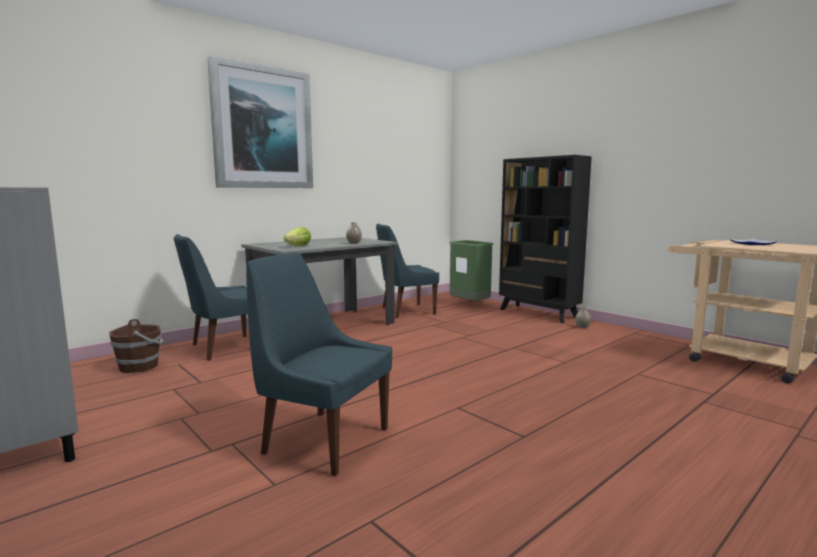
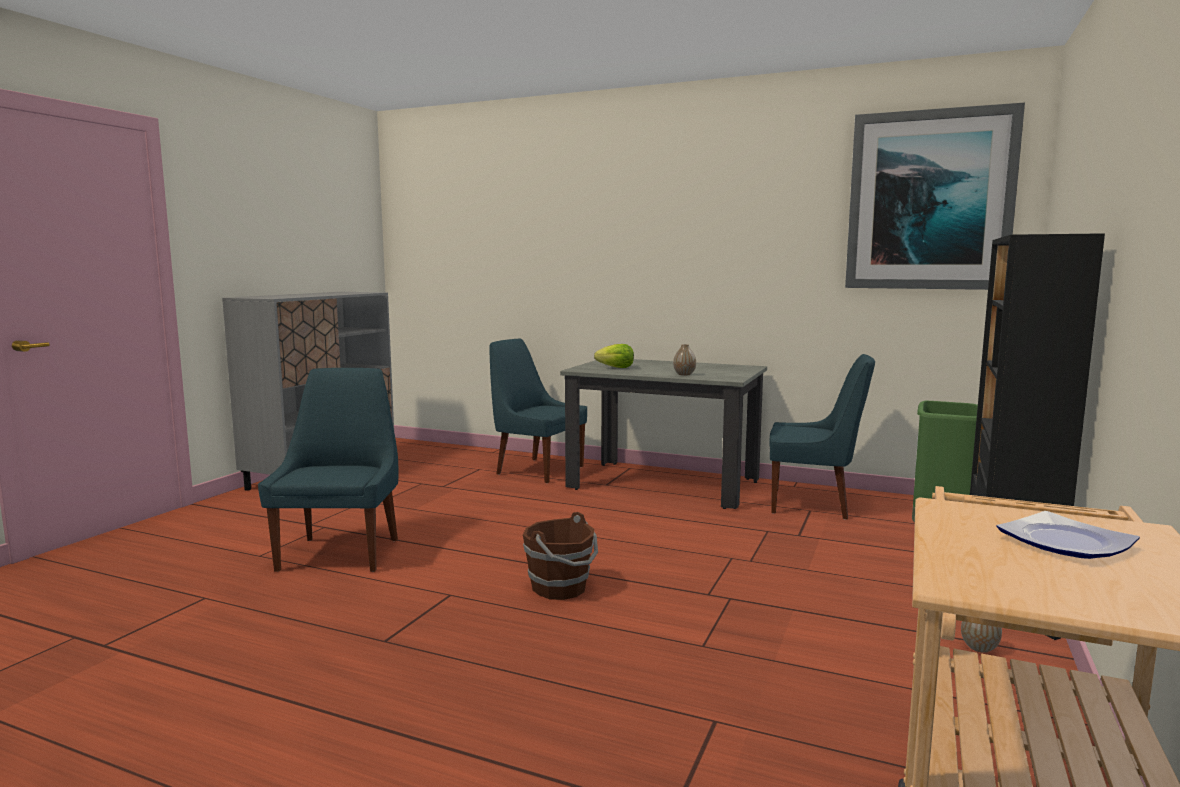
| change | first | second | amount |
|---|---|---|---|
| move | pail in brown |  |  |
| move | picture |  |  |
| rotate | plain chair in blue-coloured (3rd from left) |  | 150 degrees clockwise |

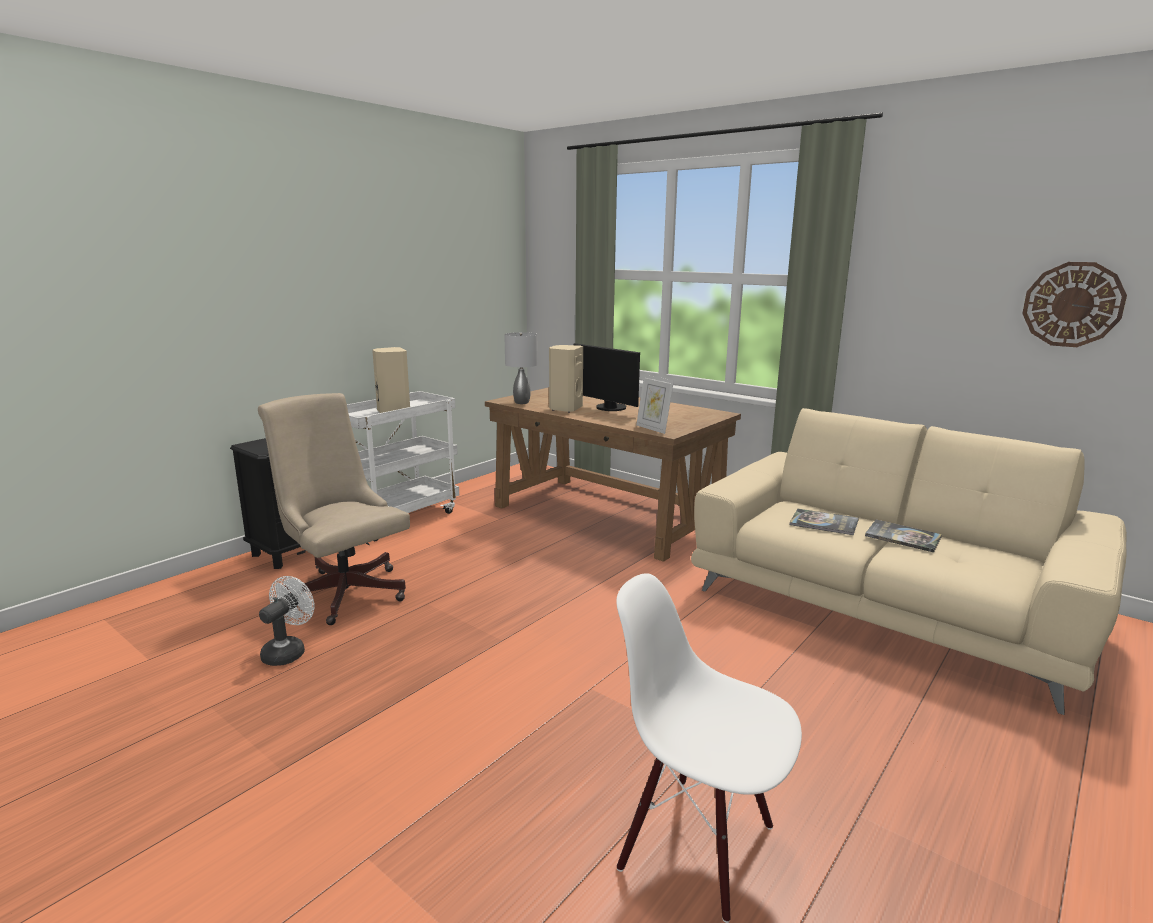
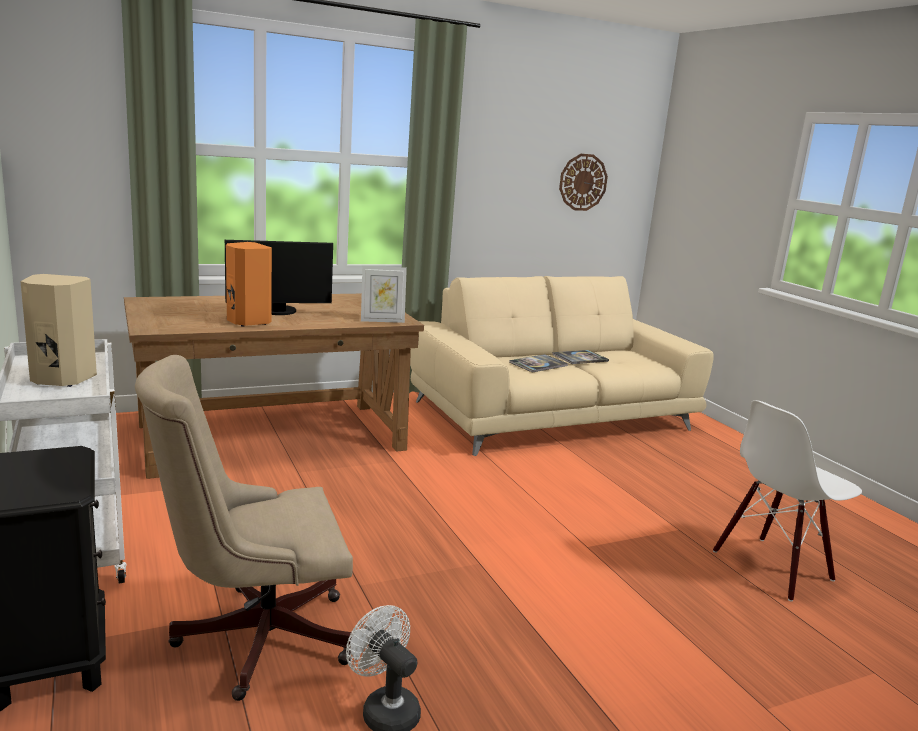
| change | first | second | amount |
|---|---|---|---|
| delete | tabletop lamp in gray |  |  |
| recolor | loudspeaker in beige (2nd from left) | loudspeaker in orange-coloured |  |

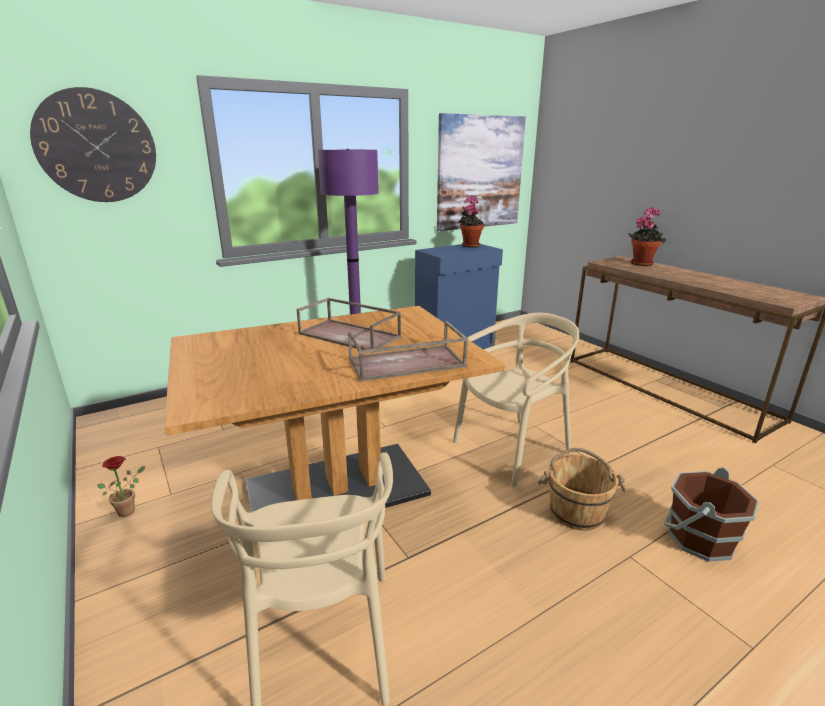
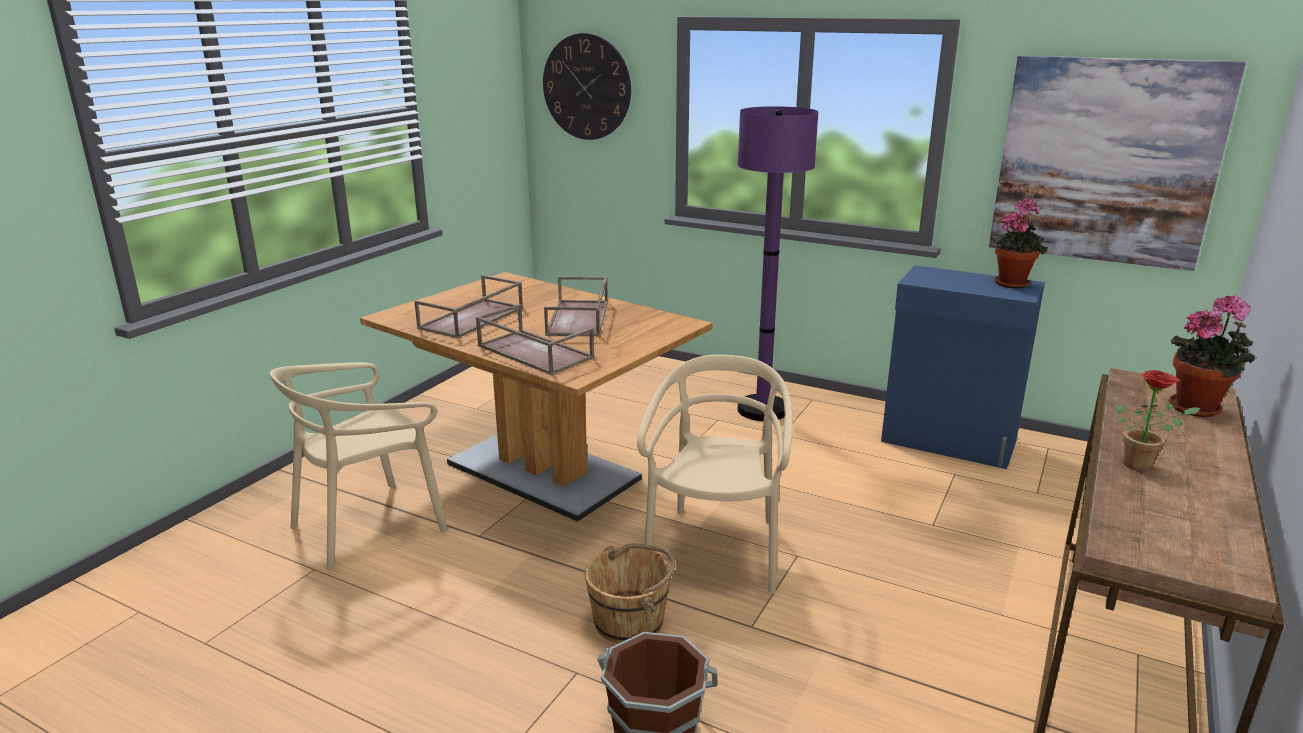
| change | first | second | amount |
|---|---|---|---|
| move | plant in a pot (1st from left in the first image) | plant in a pot (2nd from left) |  |
| rotate | plain chair in beige (2nd from left) |  | 105 degrees counterclockwise |
| insert |  | tray in brown (1st from left) |  |

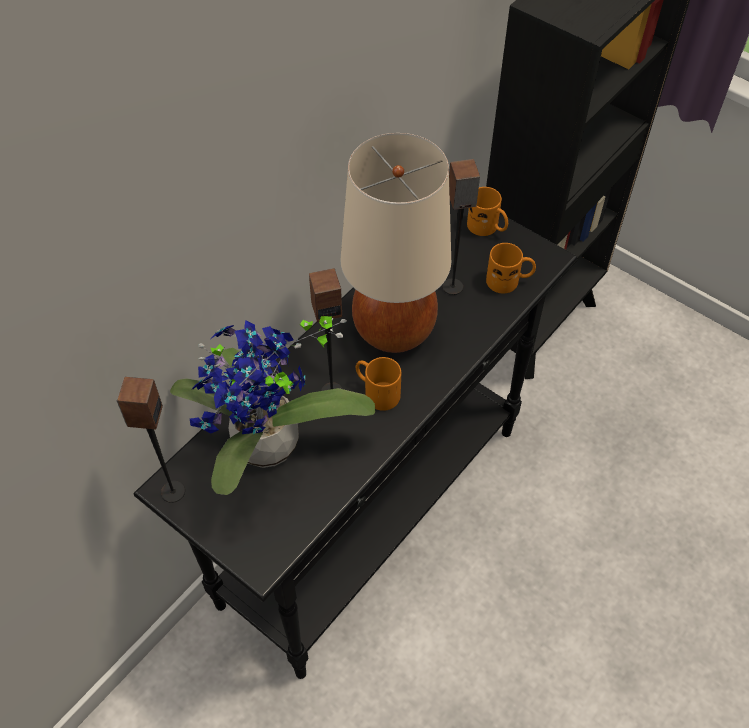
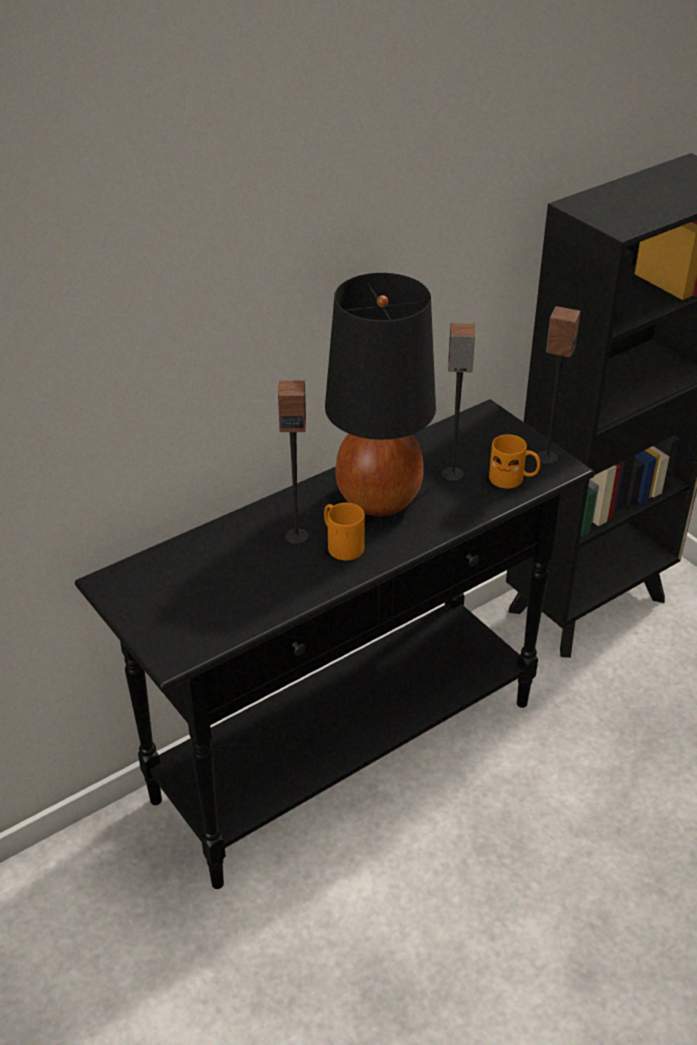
| change | first | second | amount |
|---|---|---|---|
| move | loudspeaker (1st from left in the first image) | loudspeaker (3rd from left) |  |
| delete | plant in a pot |  |  |
| recolor | tabletop lamp in beige | tabletop lamp in black |  |
| delete | tea mug in orange-coloured (2nd from left) |  |  |

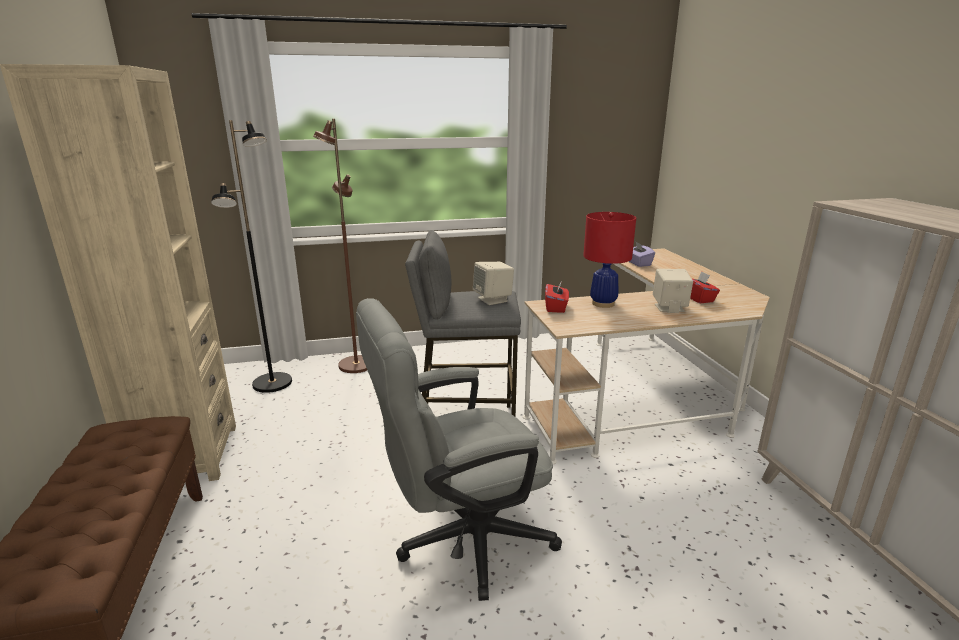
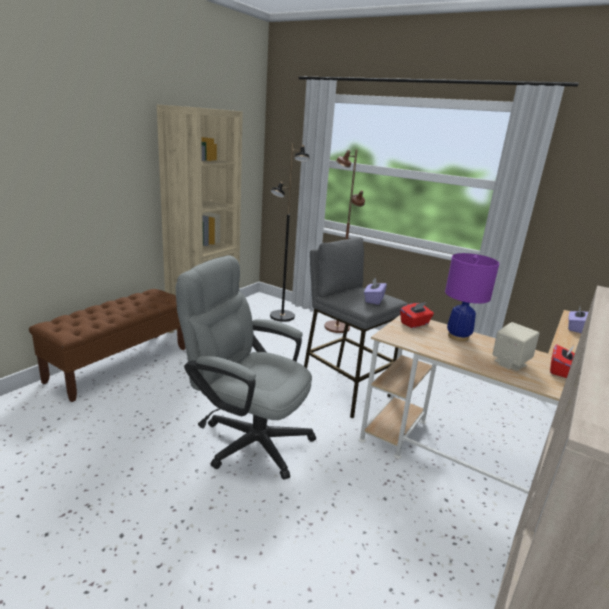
| change | first | second | amount |
|---|---|---|---|
| replace | loudspeaker in beige (1st from left) | tissue box in purple-coloured (1st from left) |  |
| recolor | tabletop lamp in red | tabletop lamp in purple-coloured |  |

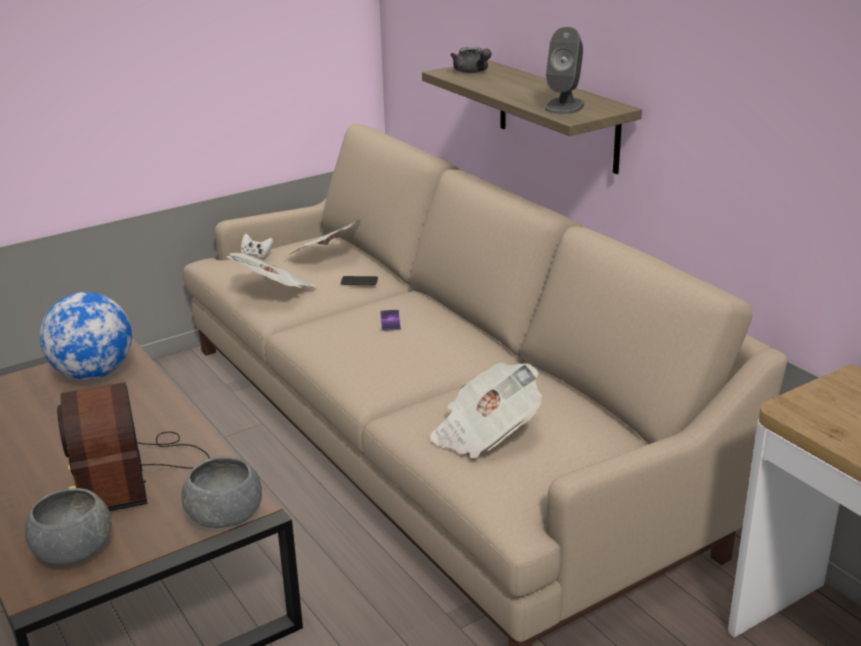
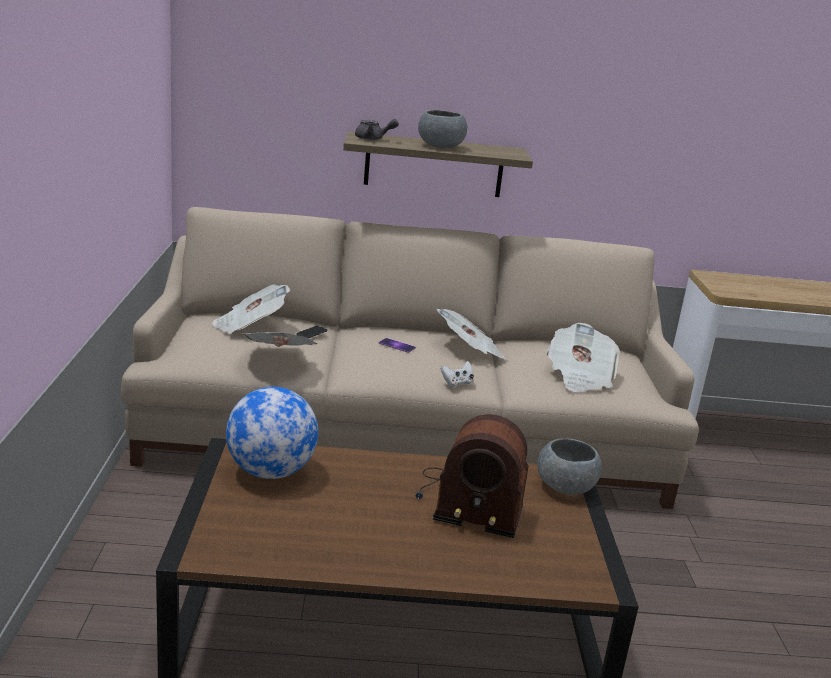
| change | first | second | amount |
|---|---|---|---|
| move | serving bowl in gray (1st from left) |  |  |
| move | game controller in whitish |  |  |
| delete | loudspeaker in gray |  |  |
| insert |  | newspaper (3rd from left) |  |

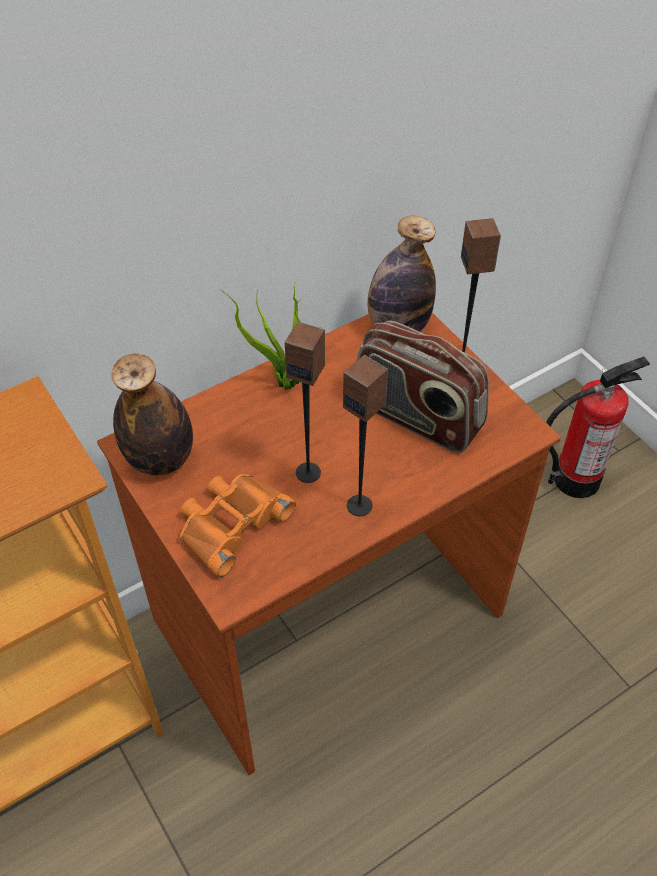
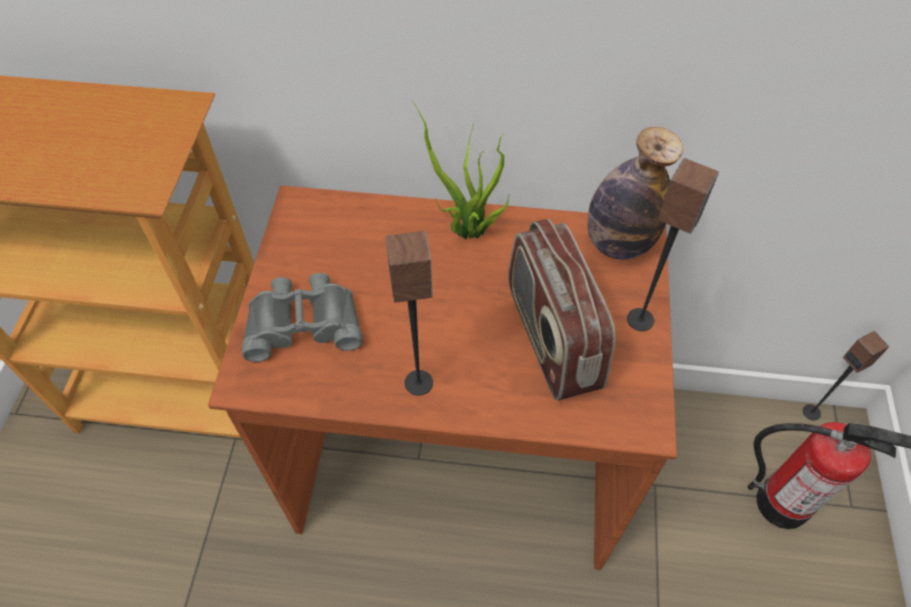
| change | first | second | amount |
|---|---|---|---|
| delete | drink bottle (1st from left) |  |  |
| recolor | field glasses in orange-coloured | field glasses in gray |  |
| move | loudspeaker (1st from left in the first image) | loudspeaker (3rd from left) |  |

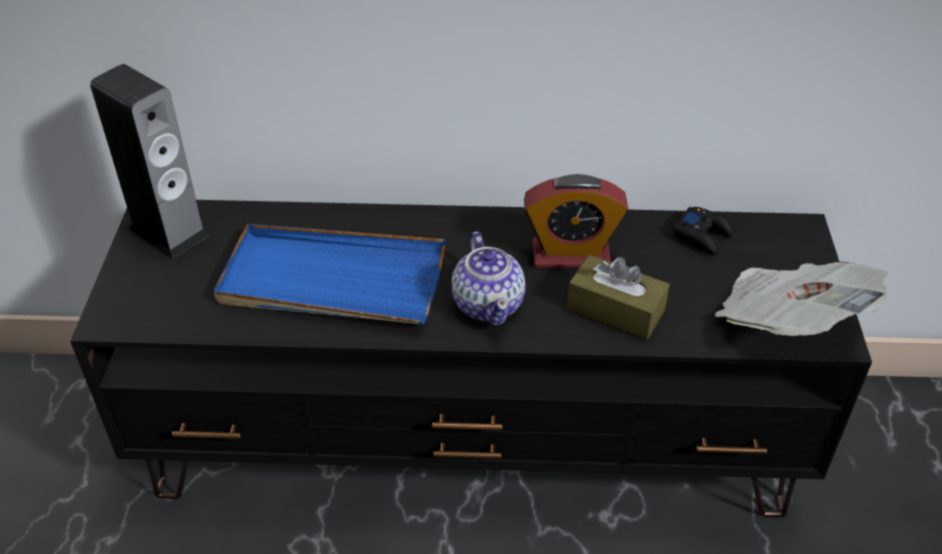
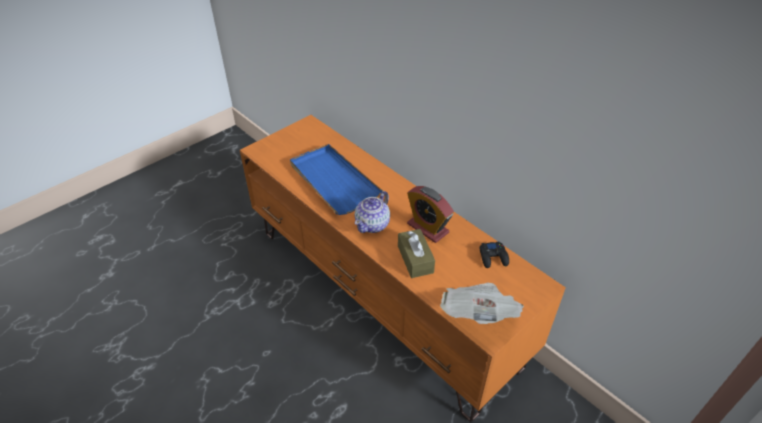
| change | first | second | amount |
|---|---|---|---|
| recolor | media console in black | media console in orange-coloured |  |
| delete | loudspeaker |  |  |

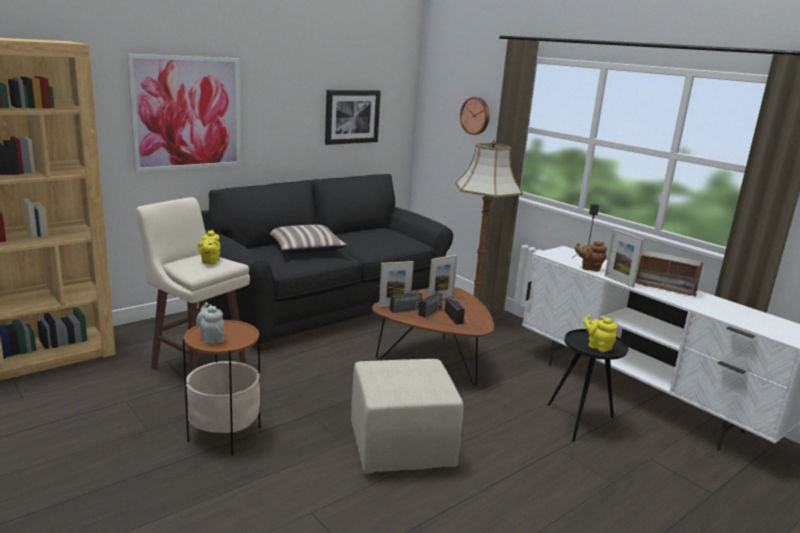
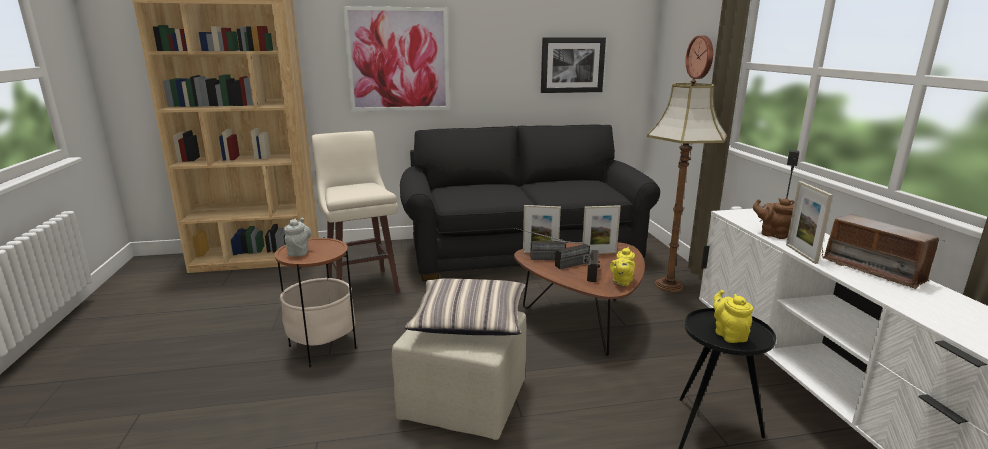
| change | first | second | amount |
|---|---|---|---|
| move | teapot in yellow (1st from left) |  |  |
| move | pillow |  |  |

